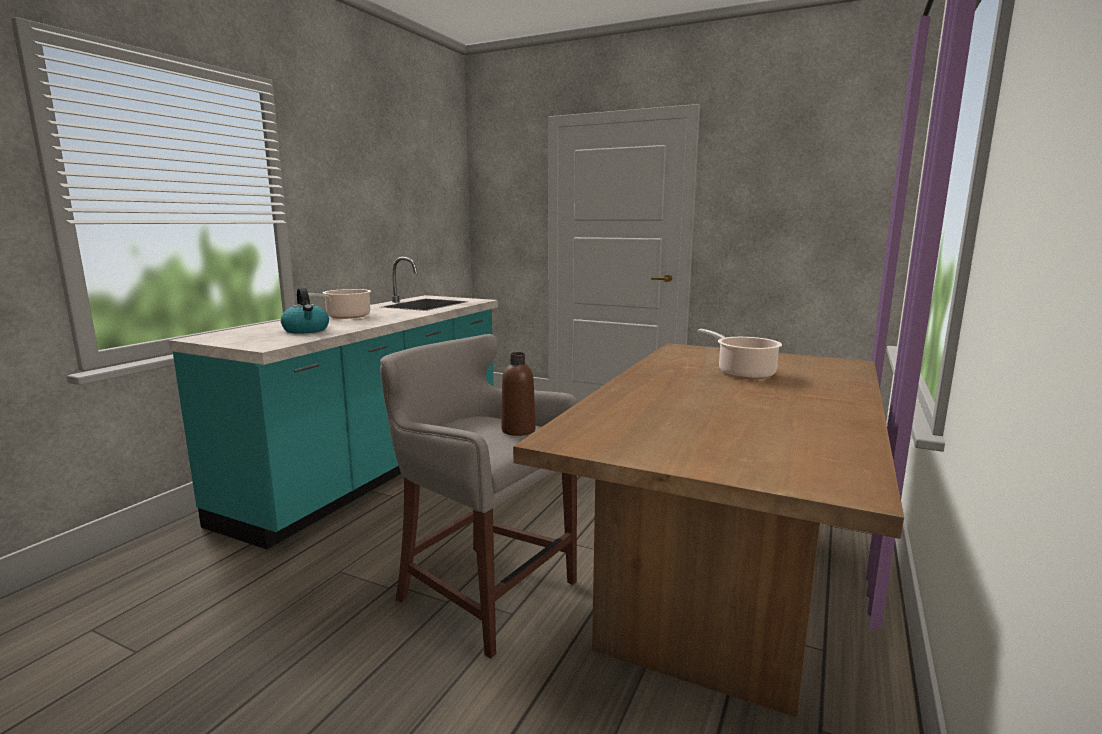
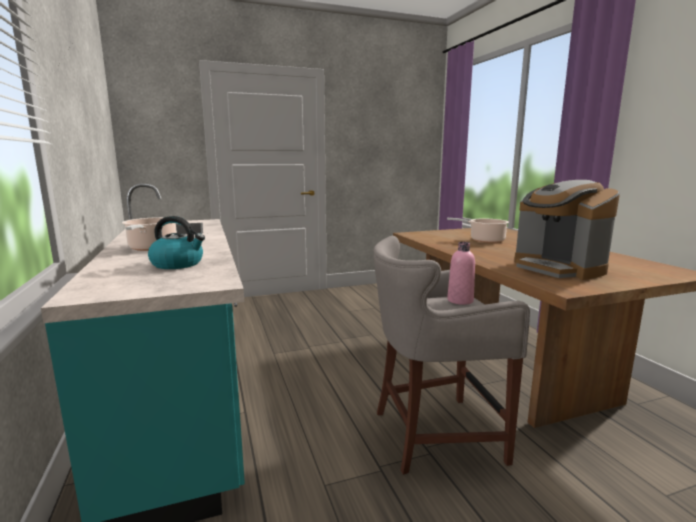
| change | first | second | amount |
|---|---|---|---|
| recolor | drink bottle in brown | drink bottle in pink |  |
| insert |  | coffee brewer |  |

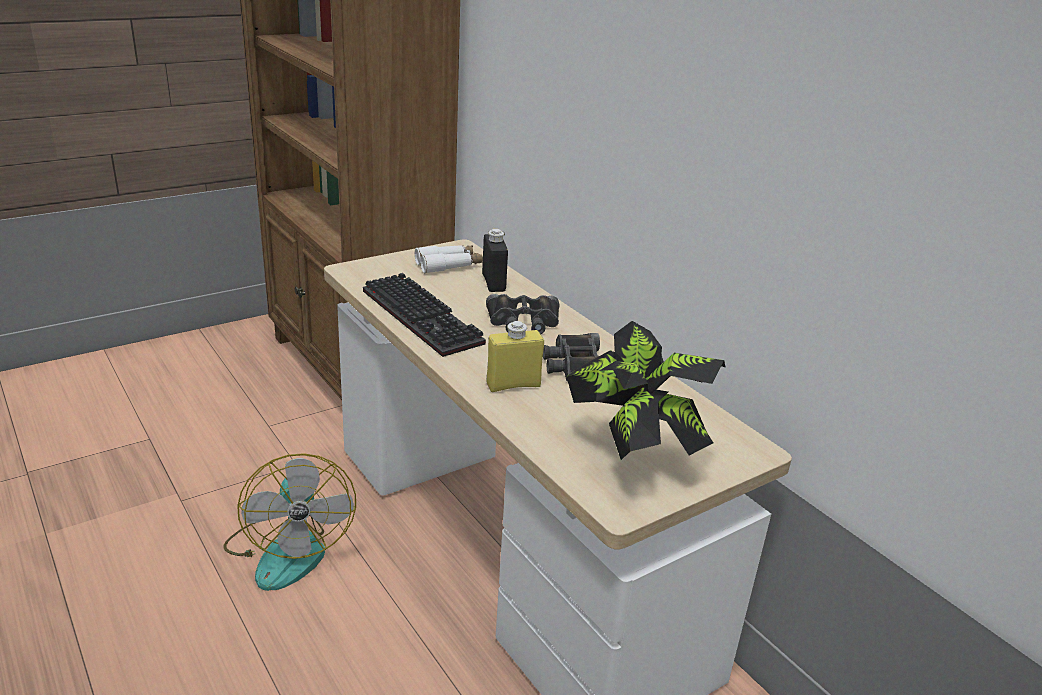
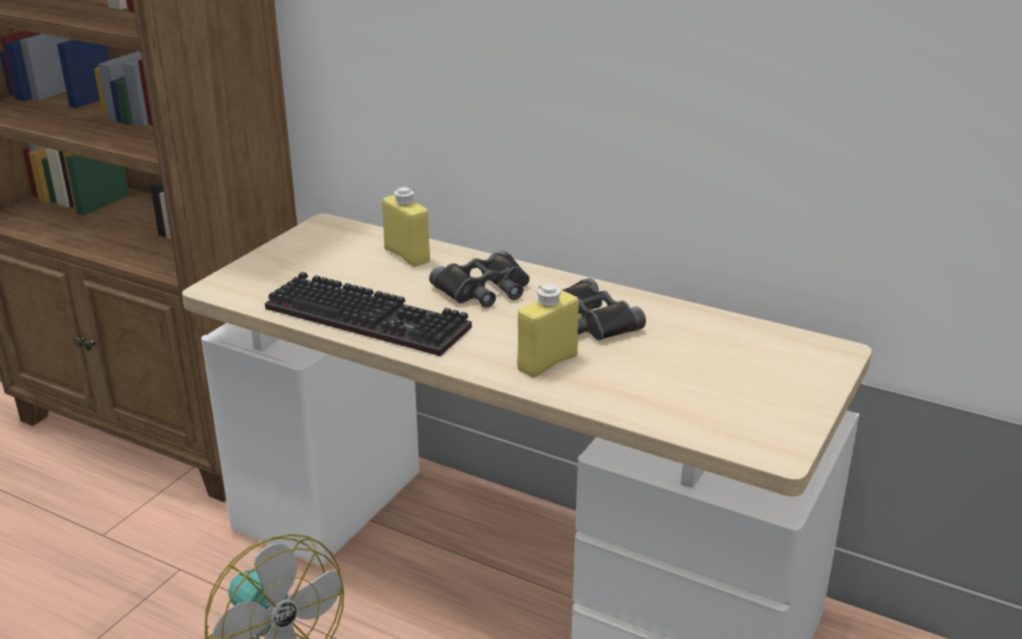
| change | first | second | amount |
|---|---|---|---|
| delete | field glasses in whitish |  |  |
| recolor | drink bottle in black | drink bottle in yellow (1st from left) |  |
| delete | plant in a pot |  |  |

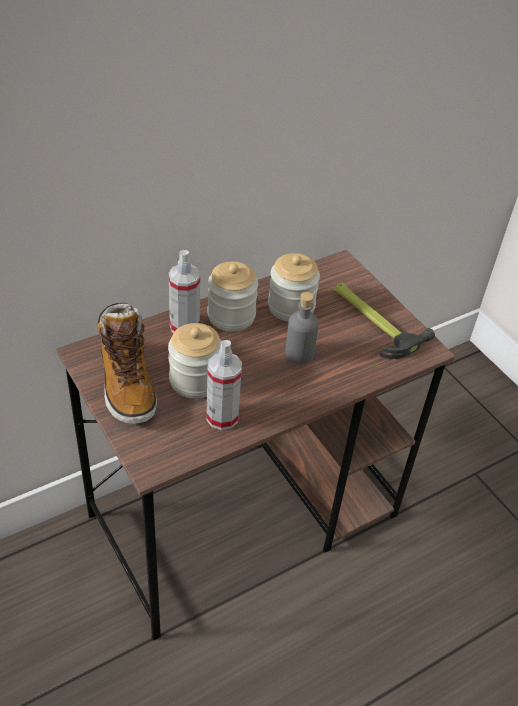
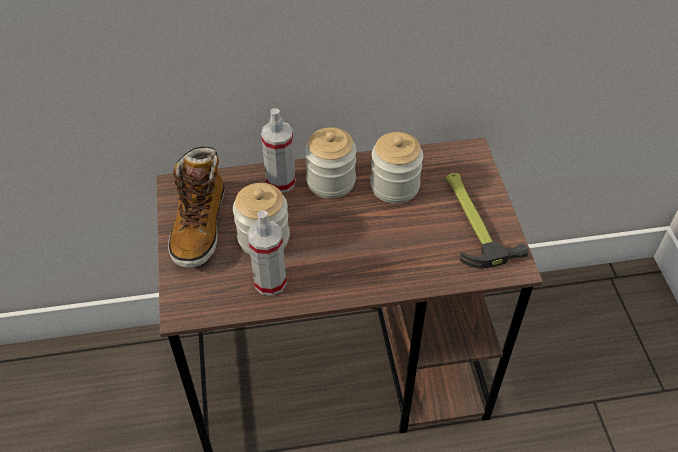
| change | first | second | amount |
|---|---|---|---|
| delete | drink bottle in gray |  |  |

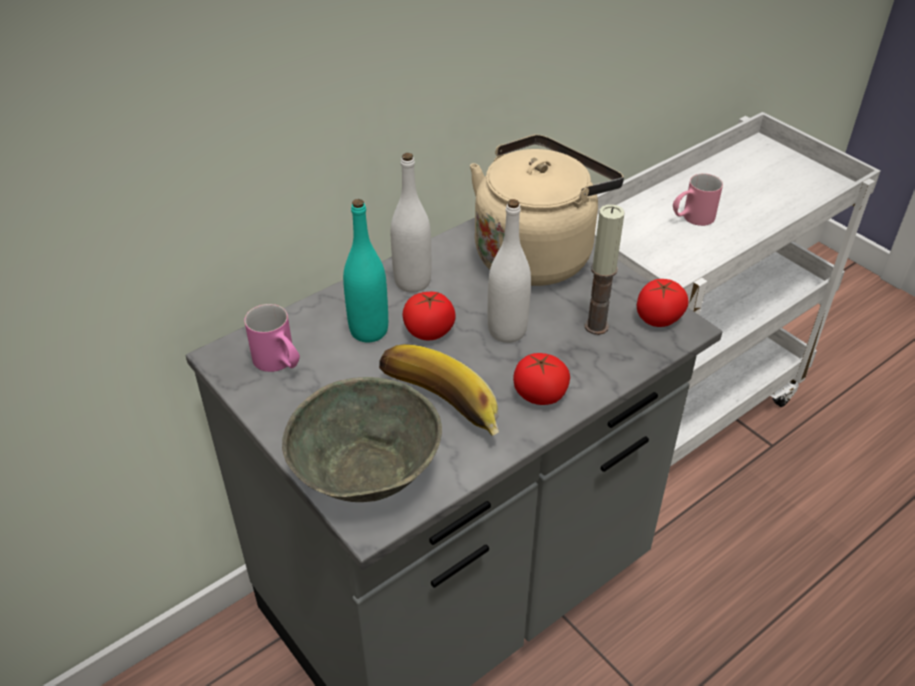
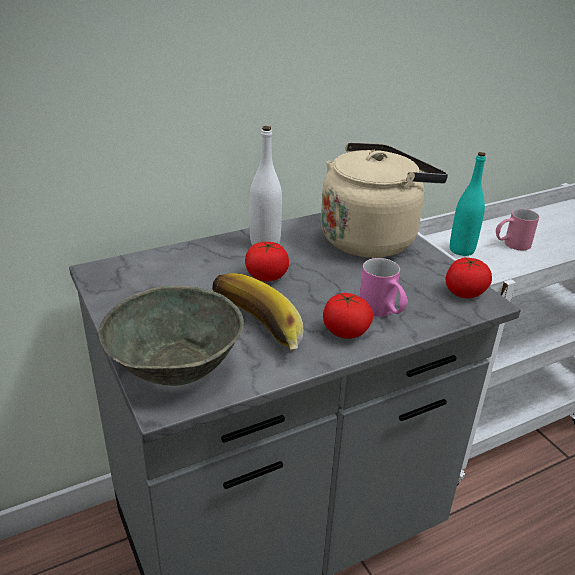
| change | first | second | amount |
|---|---|---|---|
| move | tea mug in pink (1st from left) |  |  |
| move | drink bottle in turquoise |  |  |
| delete | drink bottle in whitish (2nd from left) |  |  |
| delete | wax candle |  |  |

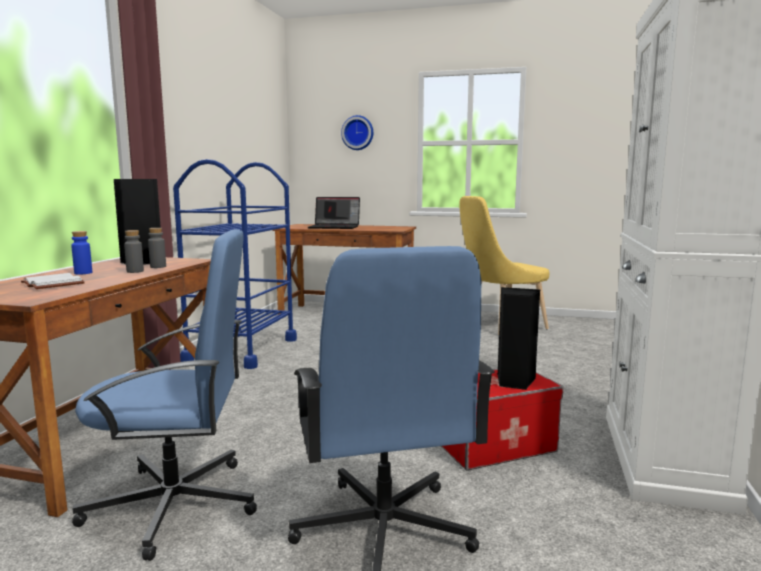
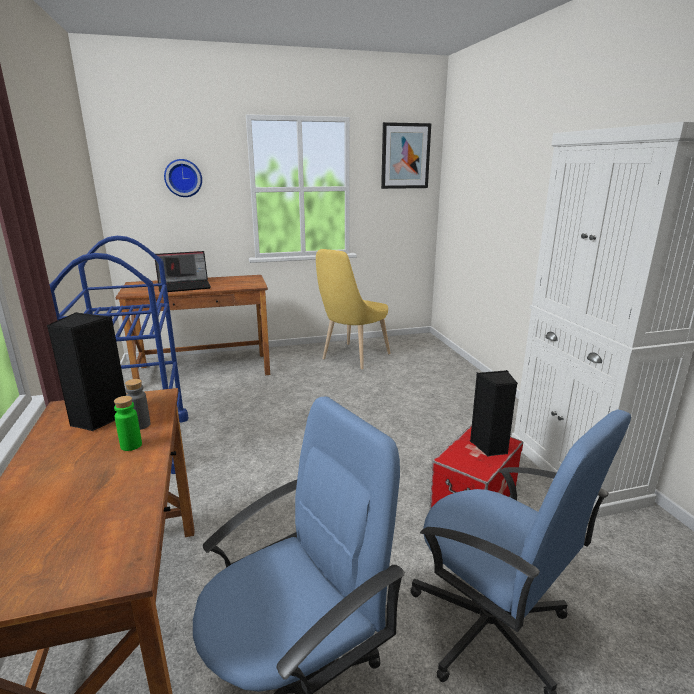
| change | first | second | amount |
|---|---|---|---|
| delete | volume in whitish |  |  |
| delete | drink bottle in blue-coloured |  |  |
| recolor | drink bottle in gray (1st from left) | drink bottle in greenish |  |
| insert |  | picture |  |

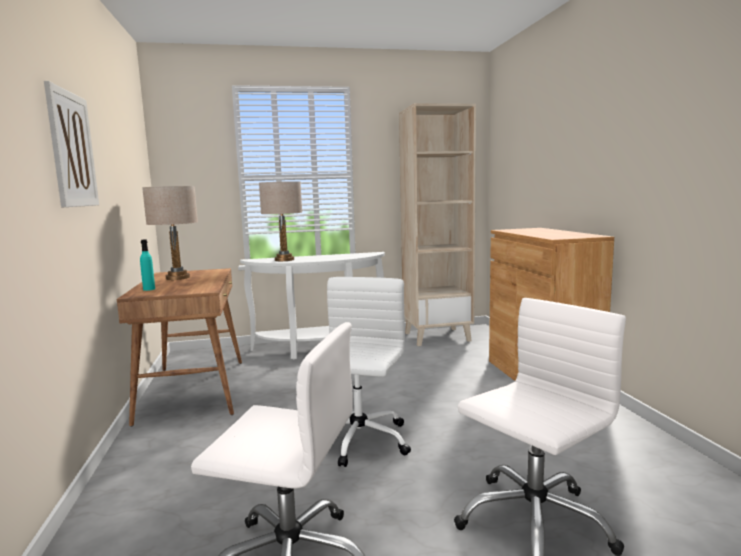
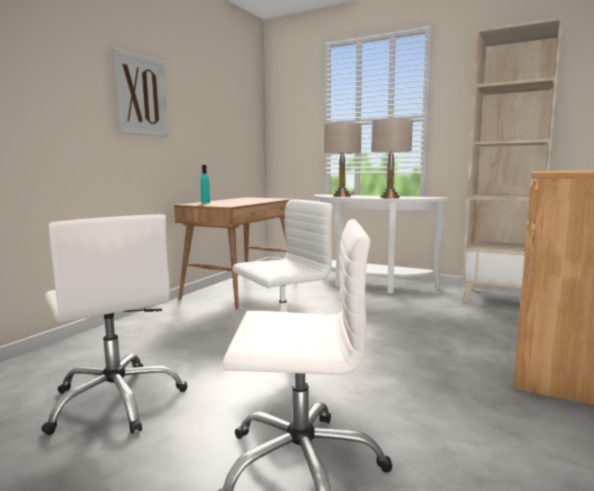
| change | first | second | amount |
|---|---|---|---|
| move | tabletop lamp in beige (1st from left in the first image) | tabletop lamp in beige (2nd from left) |  |

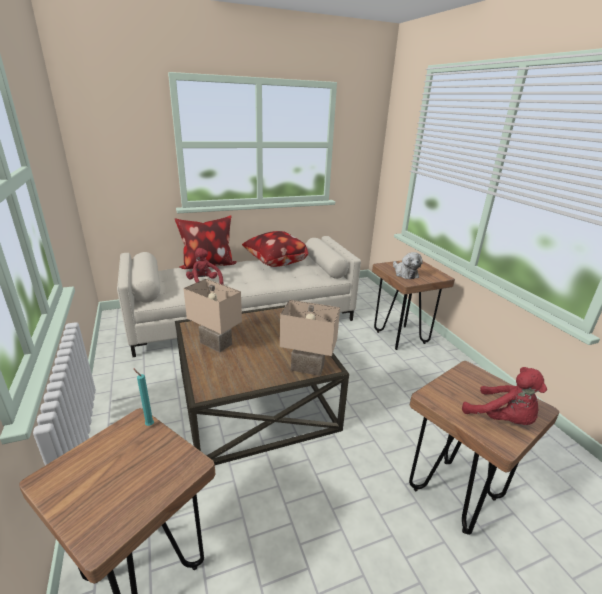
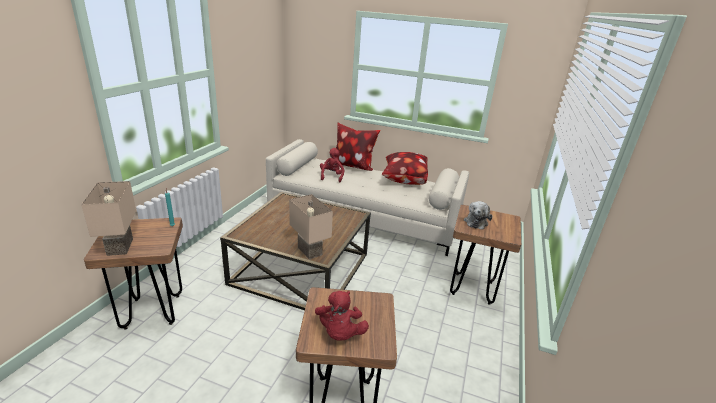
| change | first | second | amount |
|---|---|---|---|
| move | tabletop lamp in beige (1st from left) |  |  |

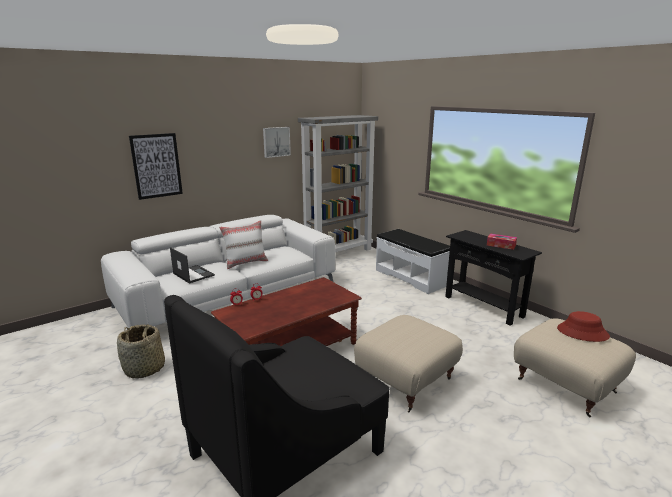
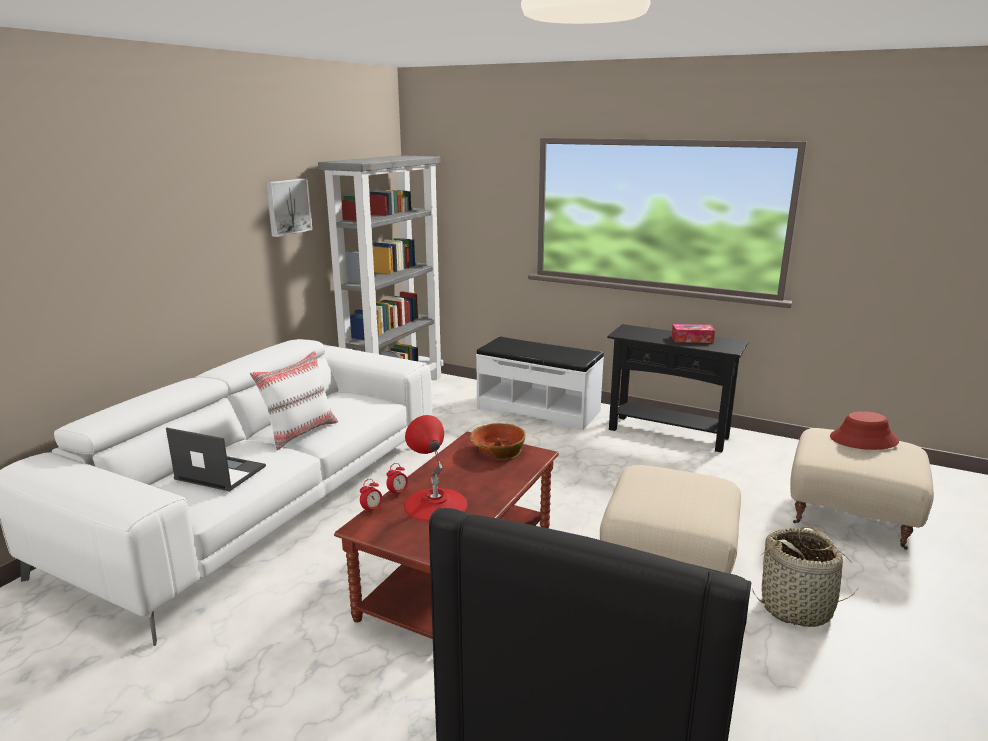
| change | first | second | amount |
|---|---|---|---|
| move | basket |  |  |
| delete | picture (1st from left) |  |  |
| insert |  | tabletop lamp in red |  |
| insert |  | serving bowl |  |

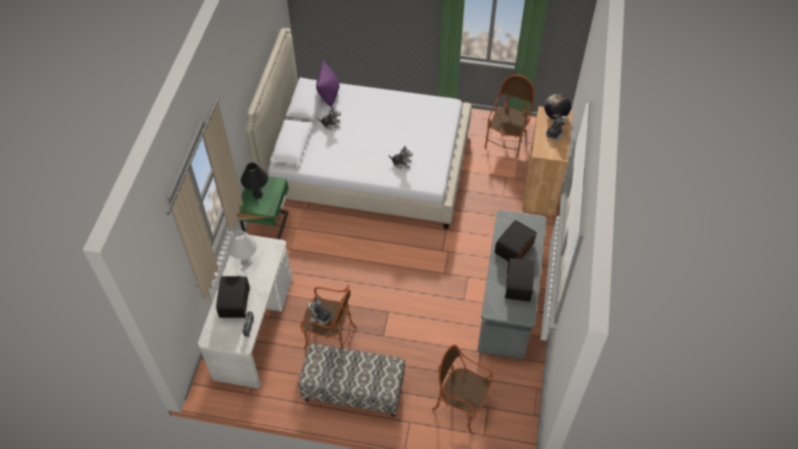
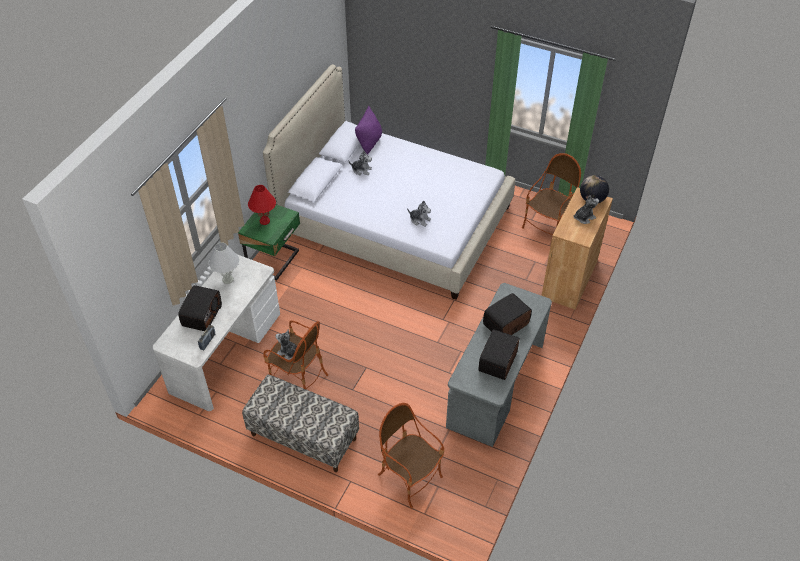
| change | first | second | amount |
|---|---|---|---|
| recolor | tabletop lamp in black | tabletop lamp in red |  |

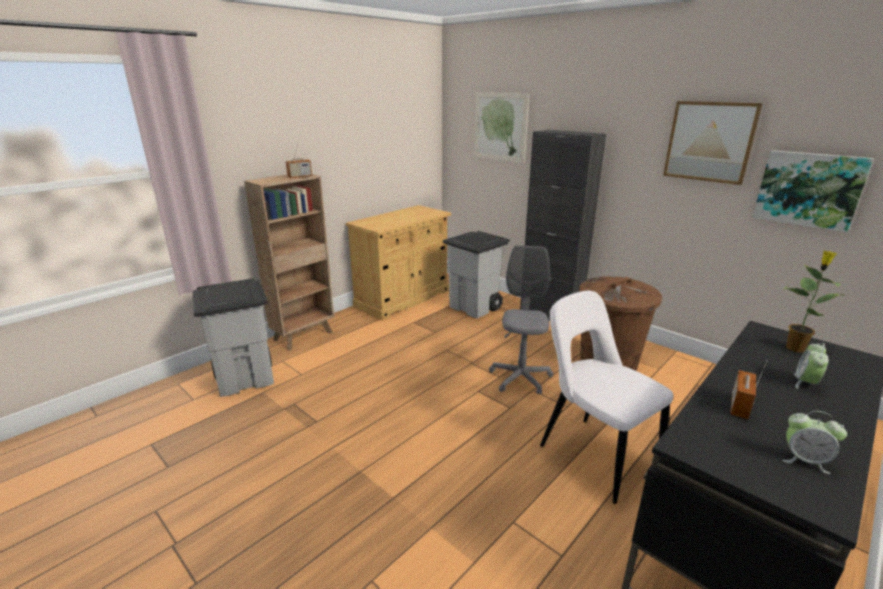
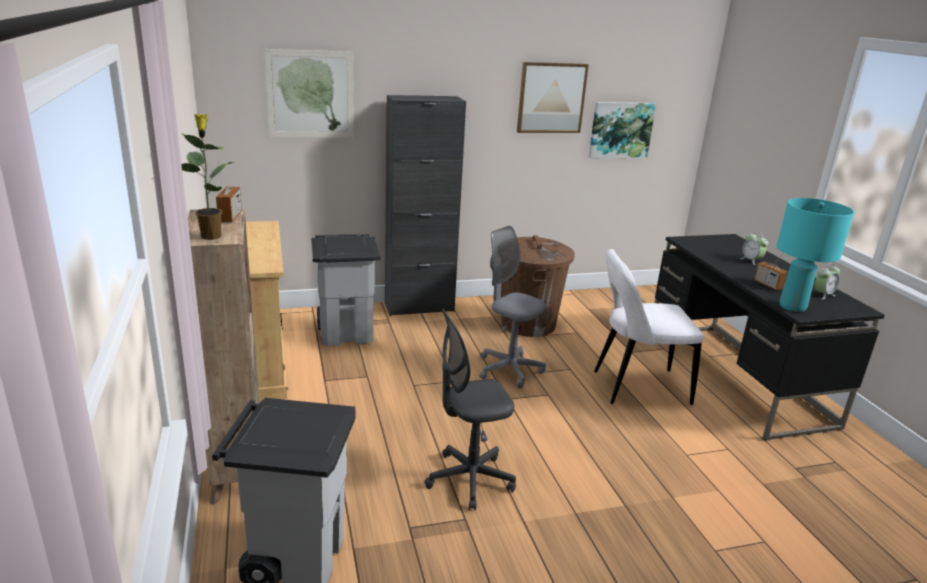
| change | first | second | amount |
|---|---|---|---|
| move | plant in a pot |  |  |
| insert |  | office chair in gray (1st from left) |  |
| insert |  | tabletop lamp in turquoise |  |

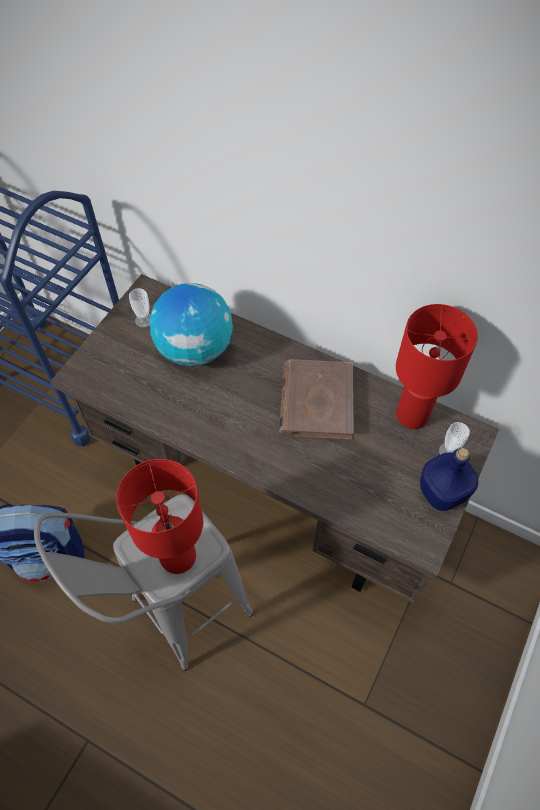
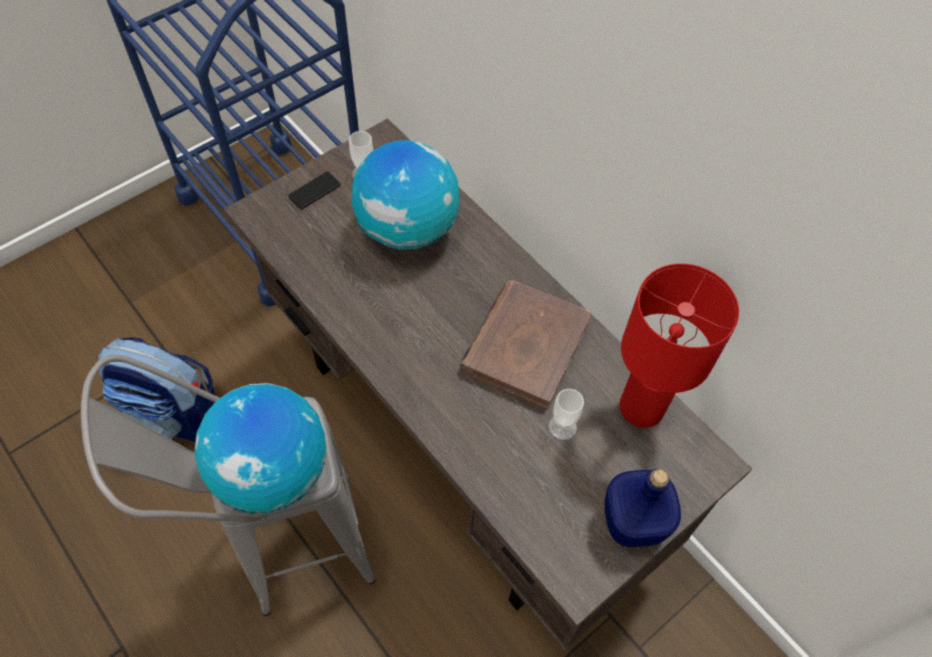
| change | first | second | amount |
|---|---|---|---|
| replace | tabletop lamp in red (1st from left) | world globe (1st from left) |  |
| move | small cup (2nd from left) |  |  |
| insert |  | telephone |  |

